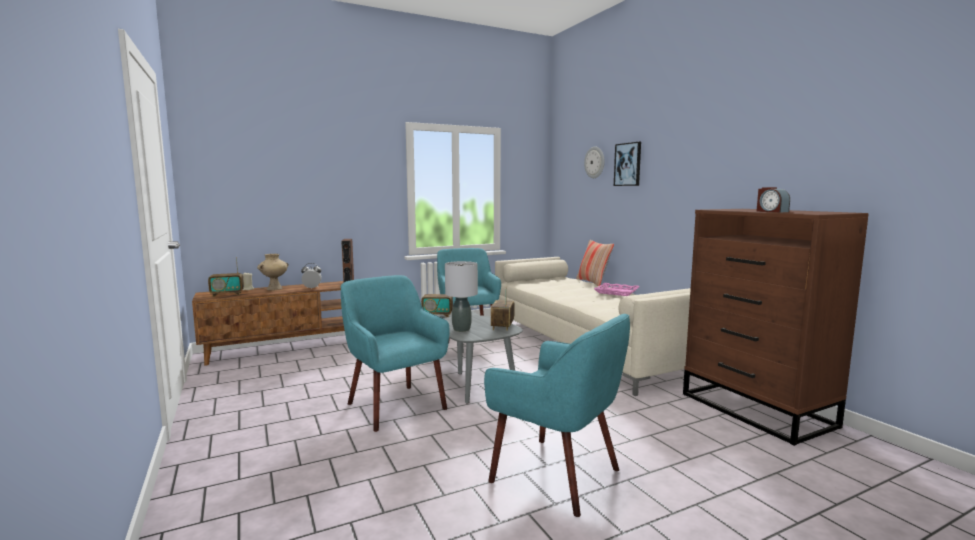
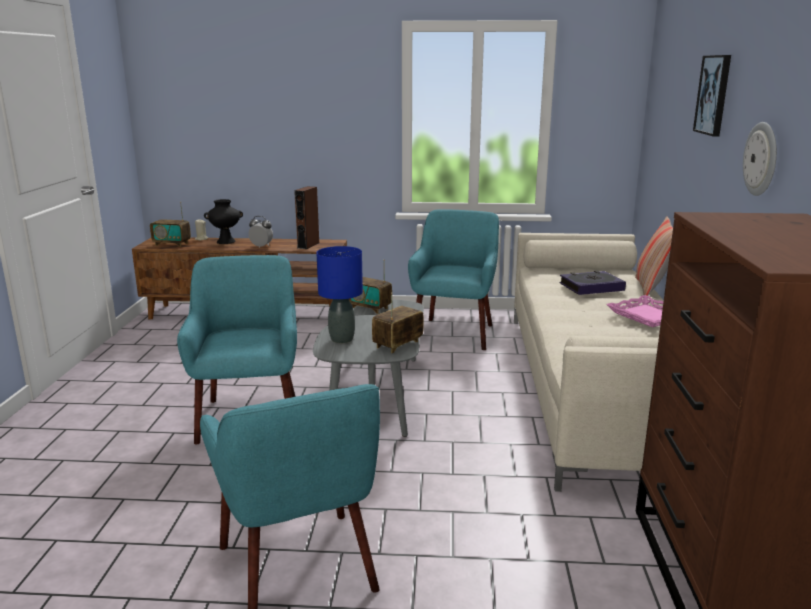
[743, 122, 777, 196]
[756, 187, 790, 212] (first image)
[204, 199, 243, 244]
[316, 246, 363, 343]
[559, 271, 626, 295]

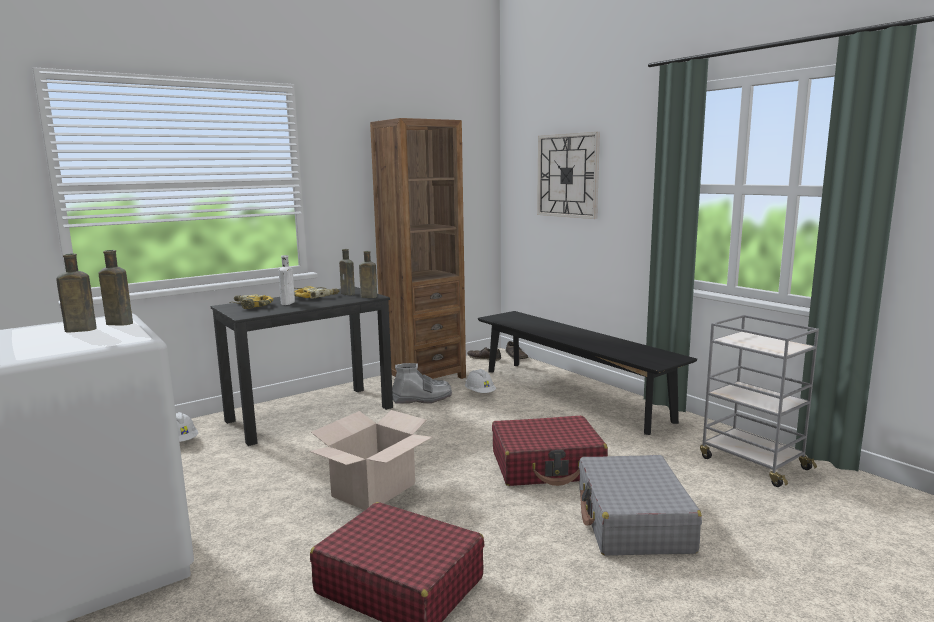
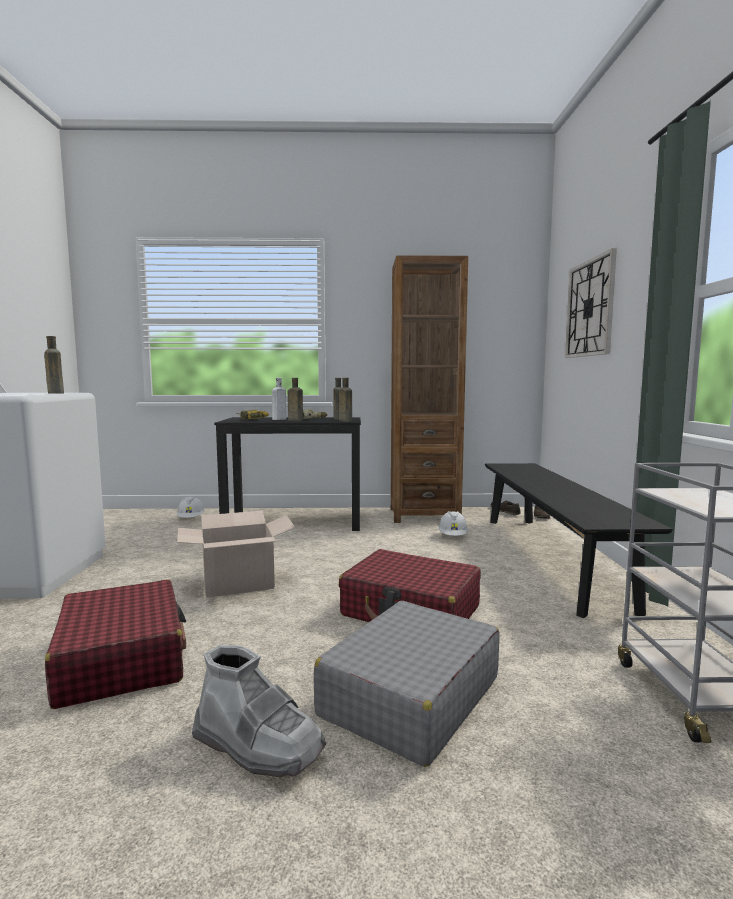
[288, 378, 303, 421]
[192, 645, 326, 778]

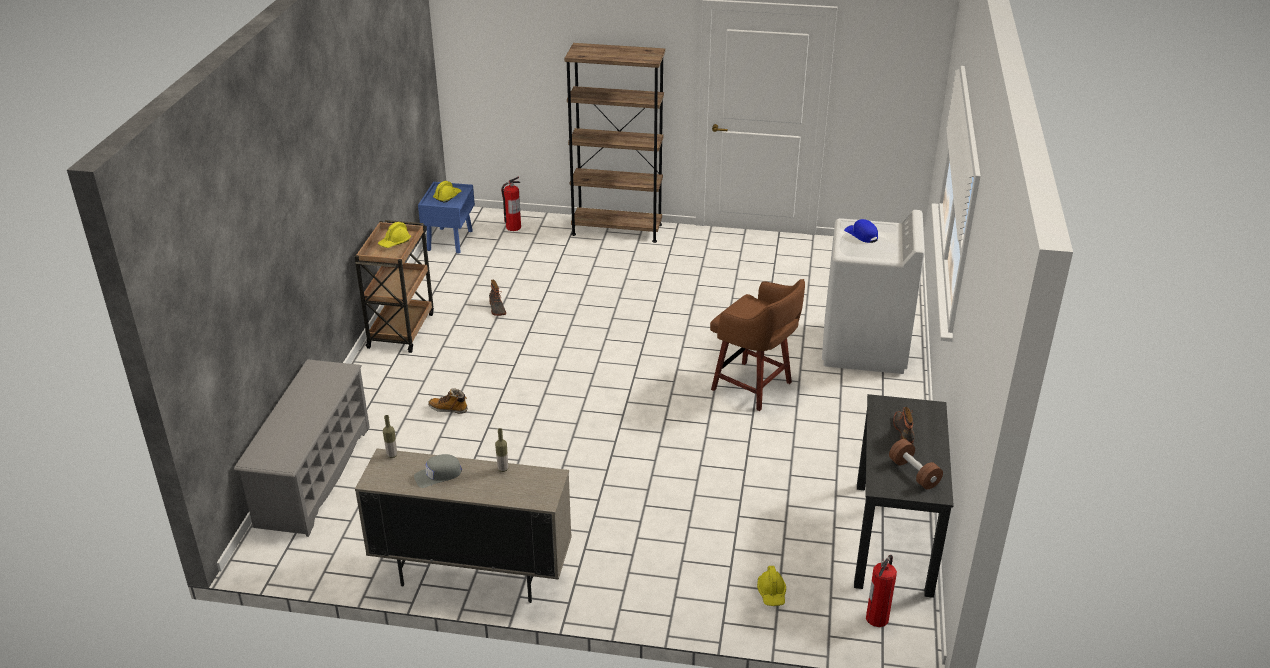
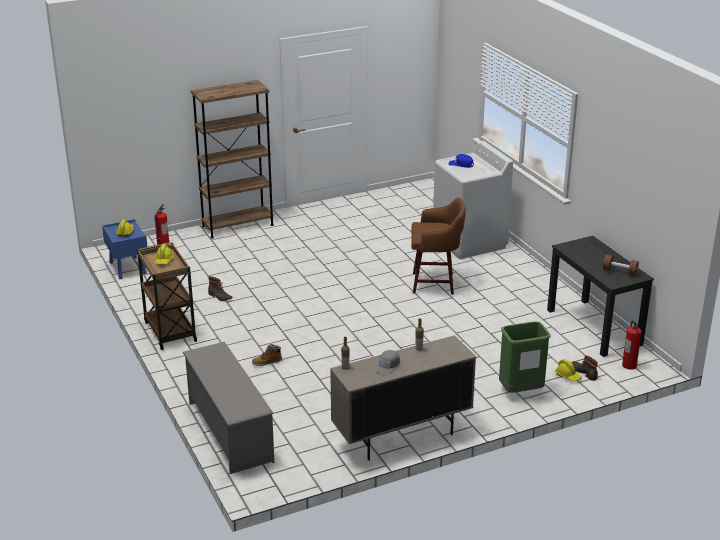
[572, 356, 598, 381]
[499, 322, 550, 393]

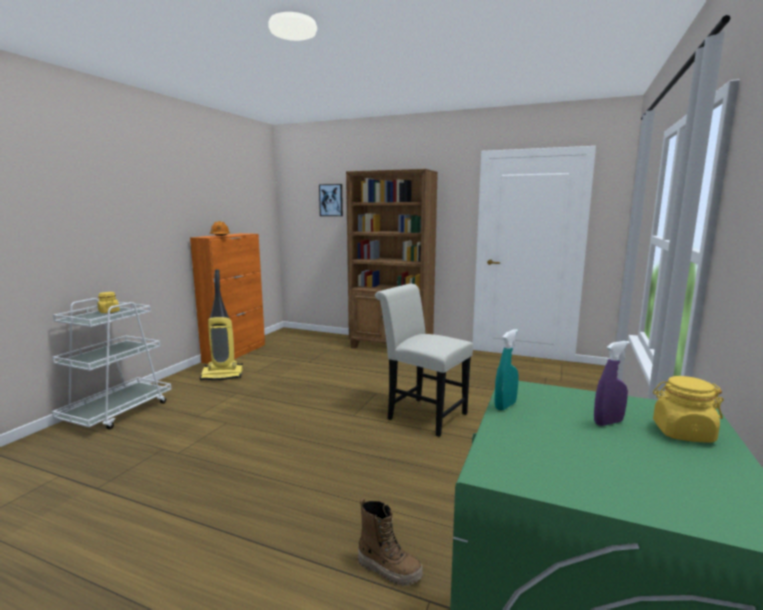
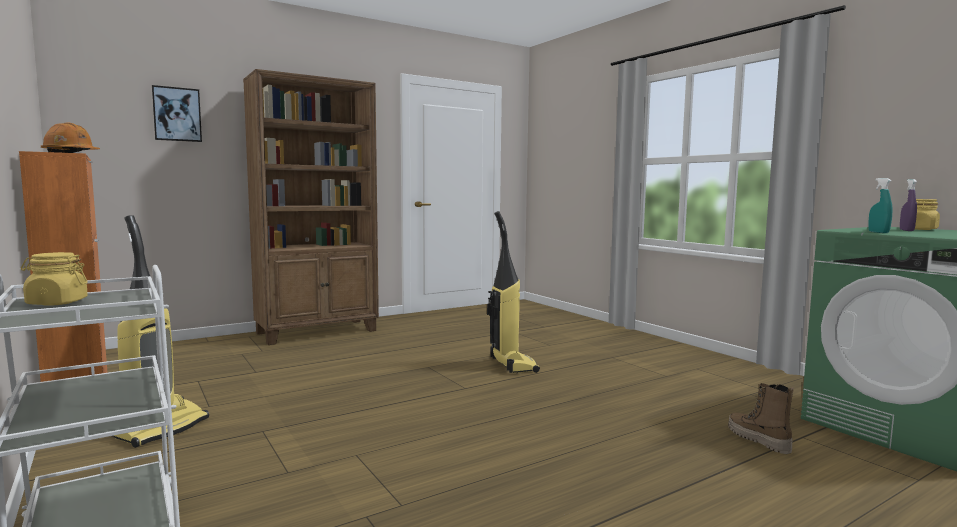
[487, 211, 540, 373]
[728, 383, 794, 454]

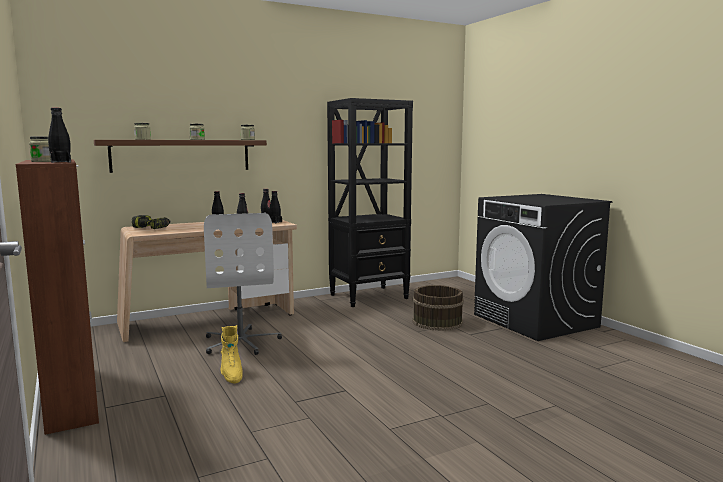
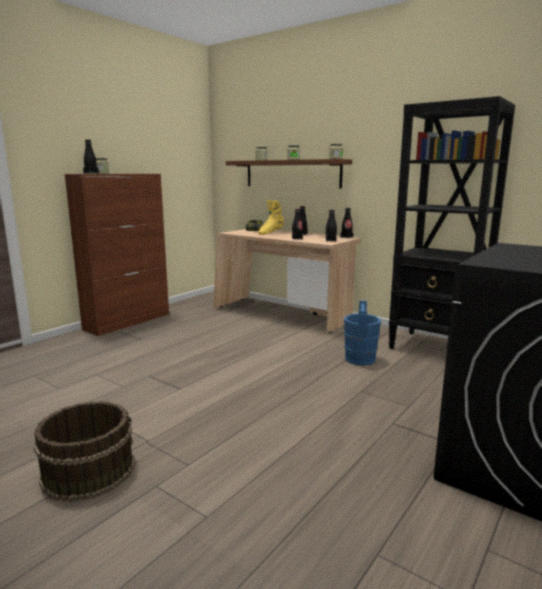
[204, 213, 282, 355] (first image)
[34, 401, 135, 502]
[258, 200, 284, 235]
[344, 301, 381, 366]

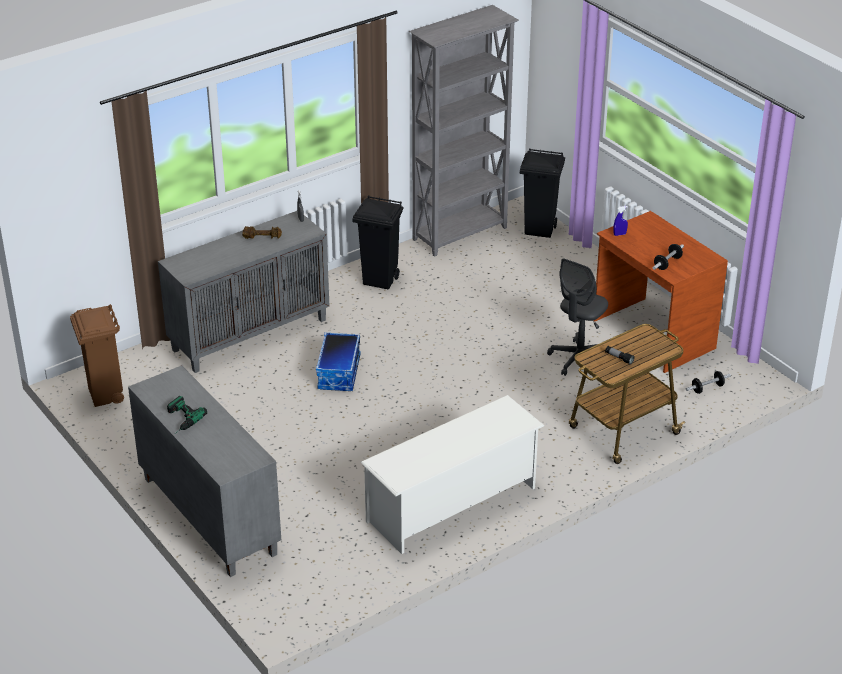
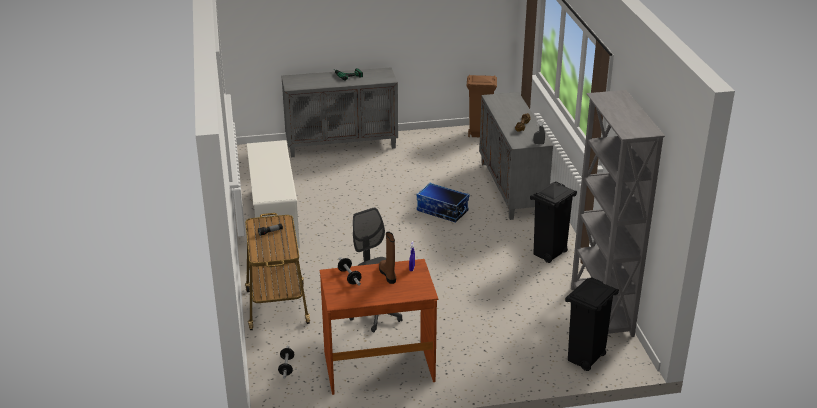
[379, 232, 396, 284]

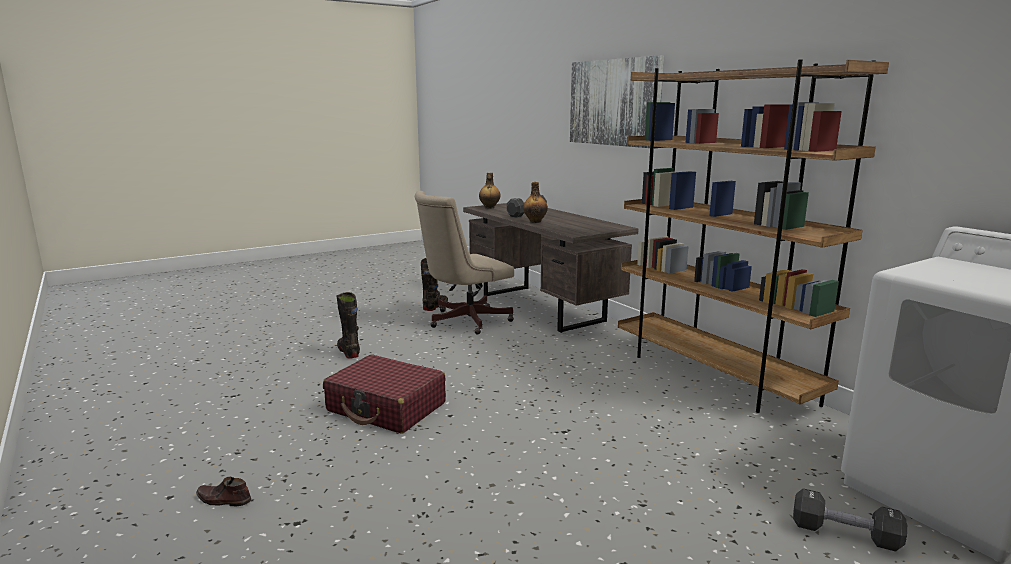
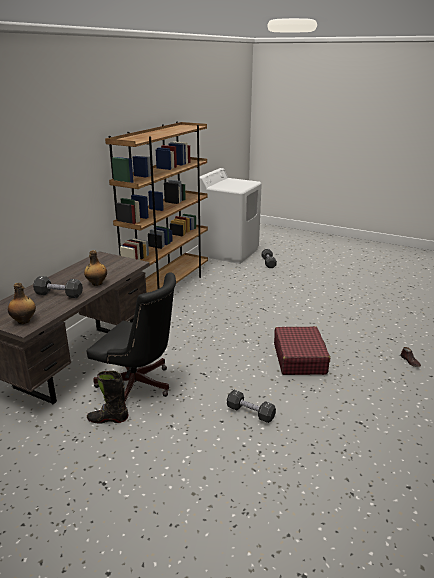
[570, 55, 664, 149] (first image)
[86, 272, 176, 401]
[227, 390, 276, 423]

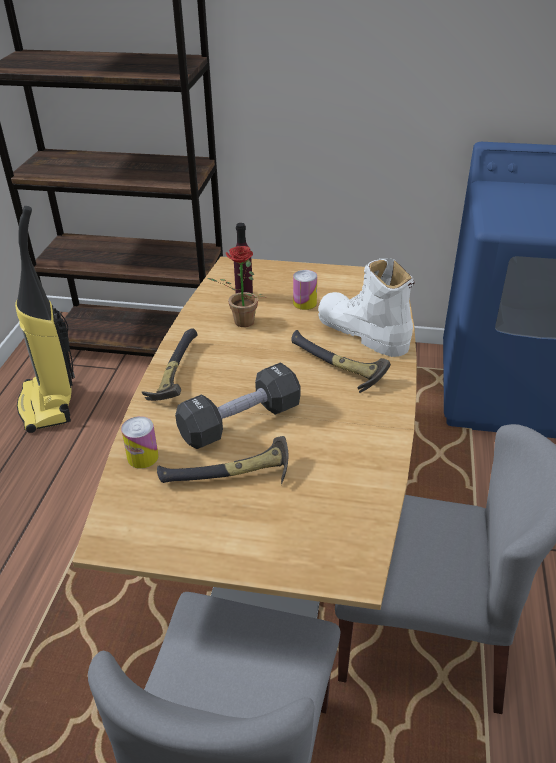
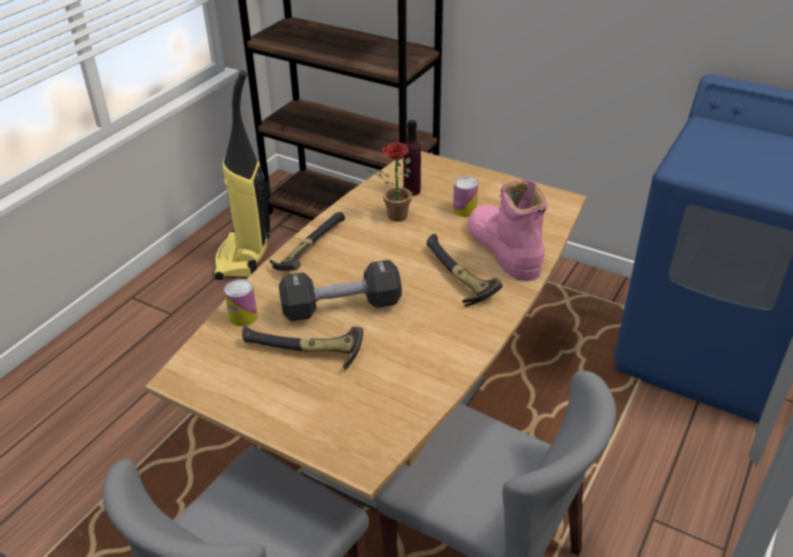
[468, 180, 548, 281]

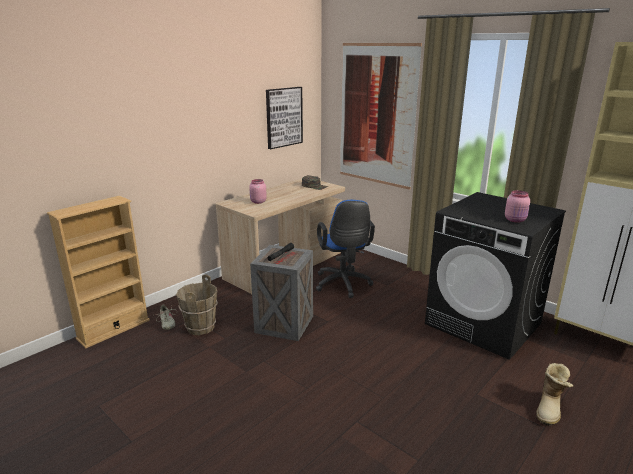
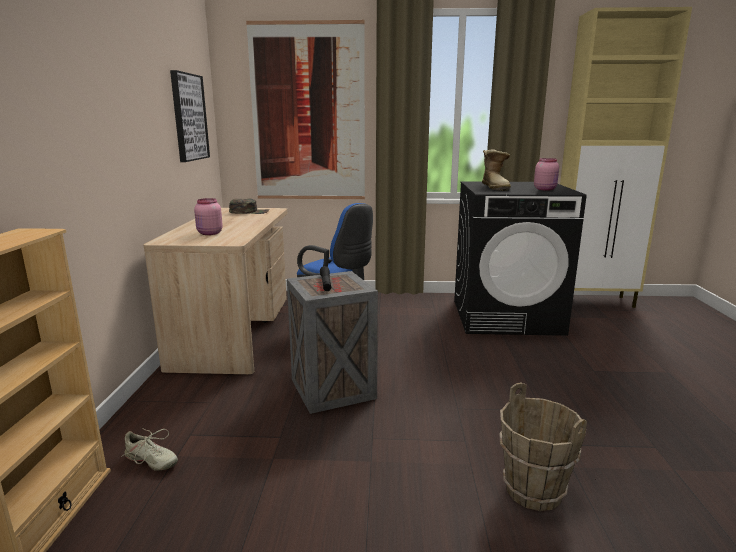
[499, 382, 587, 511]
[482, 149, 511, 191]

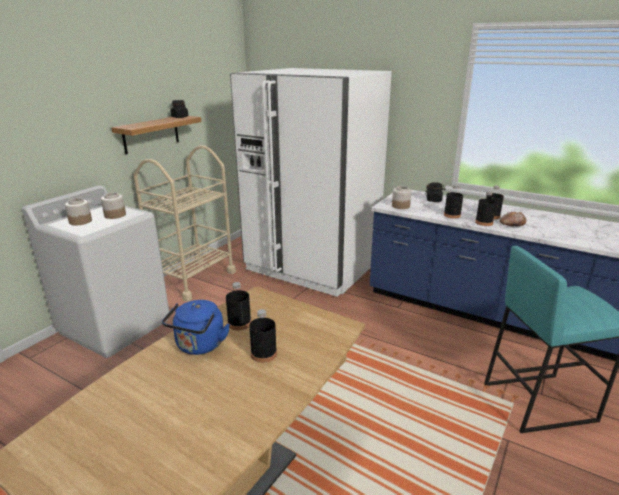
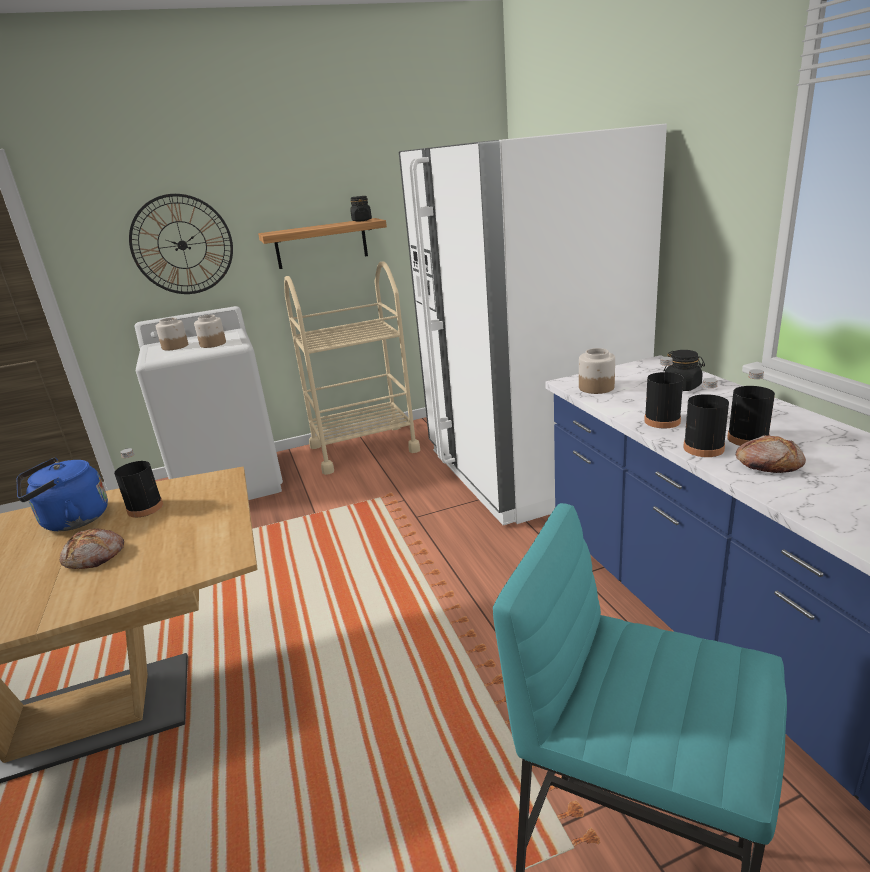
[60, 529, 124, 569]
[129, 194, 233, 294]

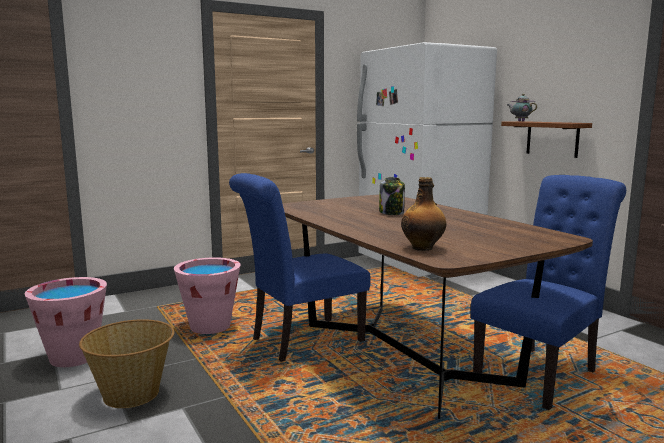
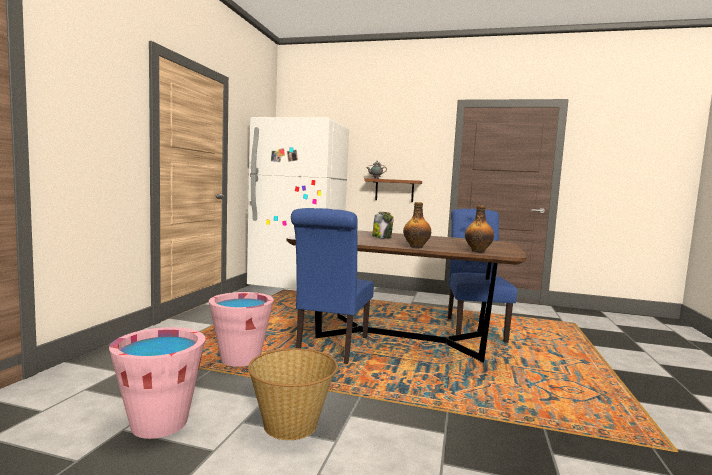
[403, 202, 431, 248]

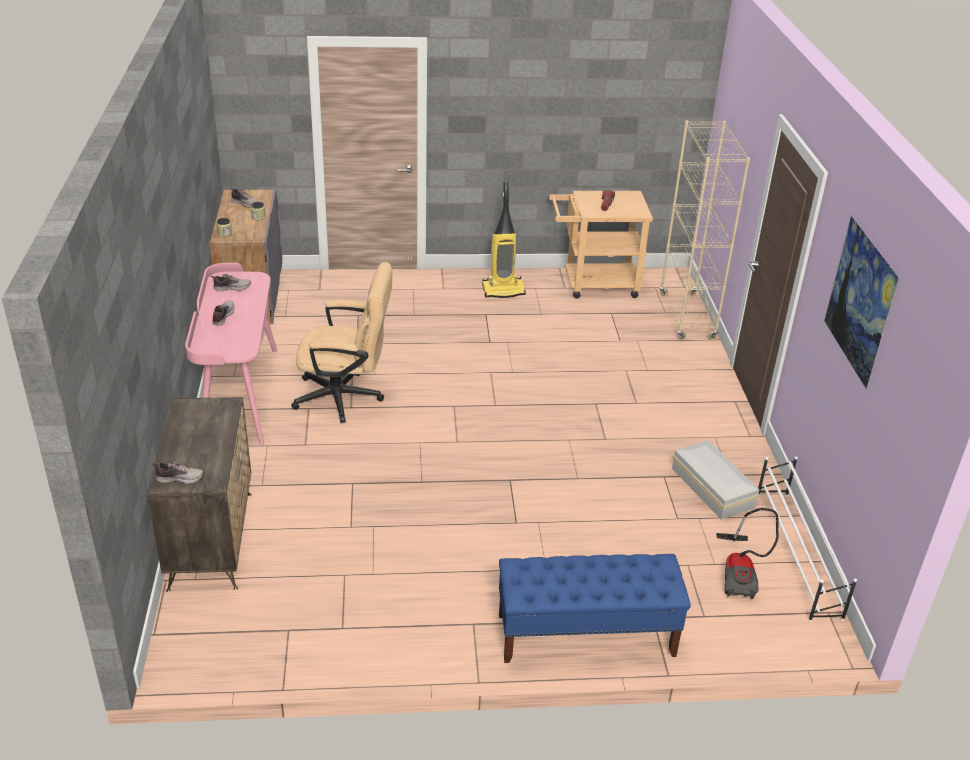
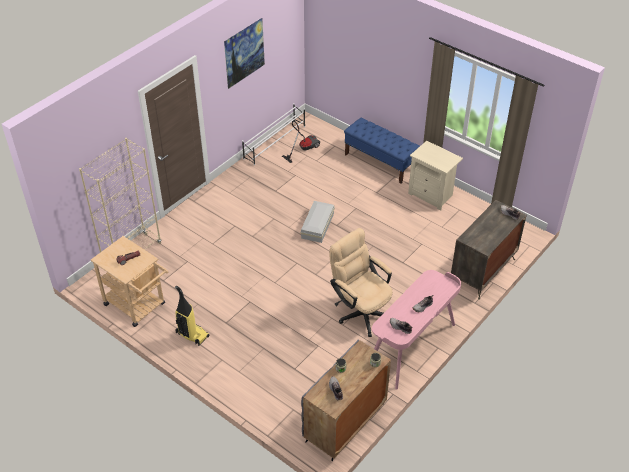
[301, 201, 335, 243]
[408, 141, 463, 211]

